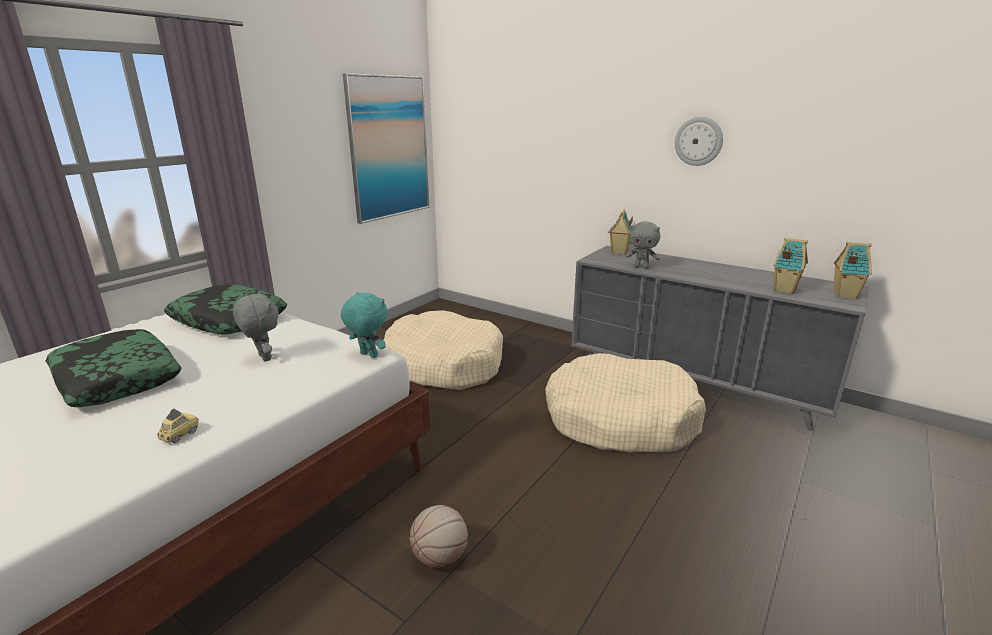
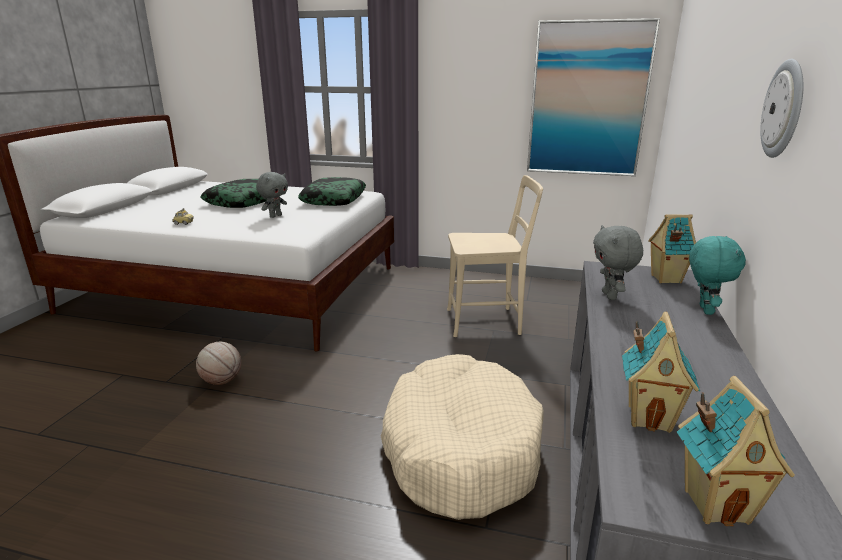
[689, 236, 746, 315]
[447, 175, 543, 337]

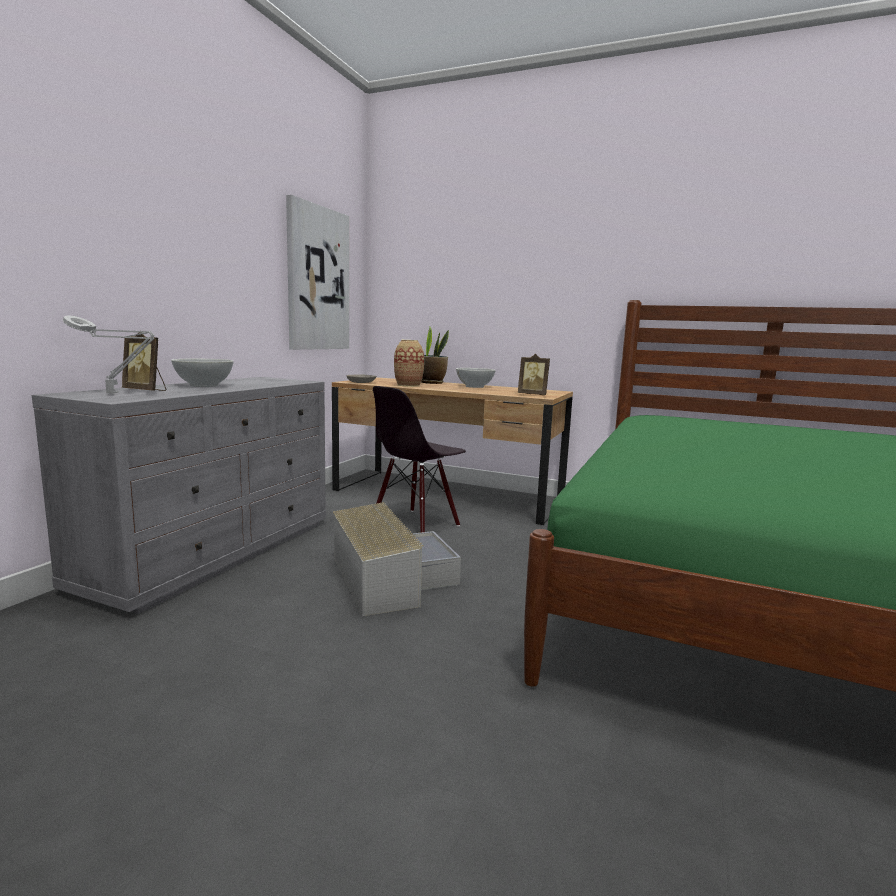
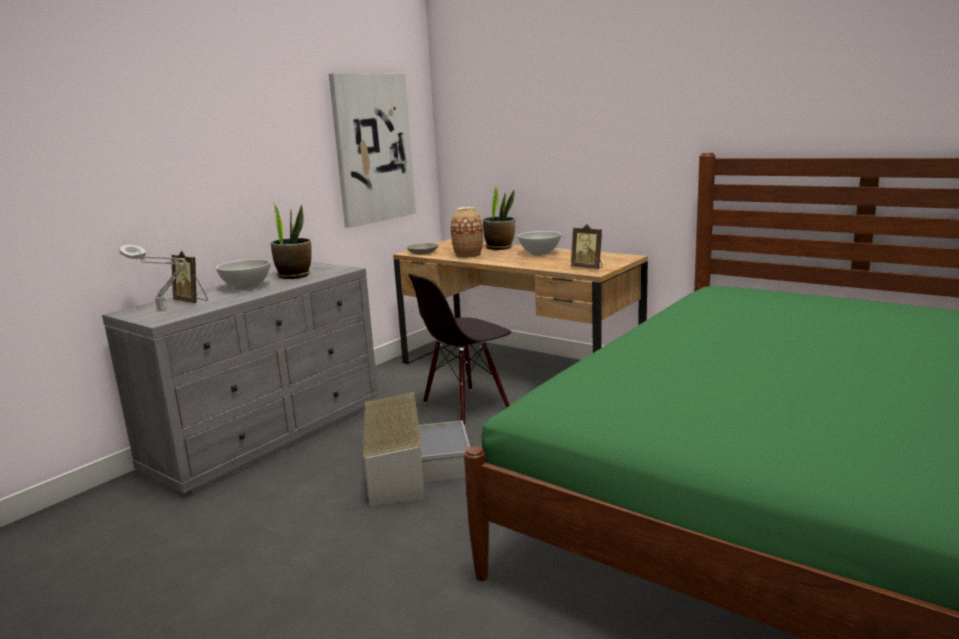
[271, 202, 312, 279]

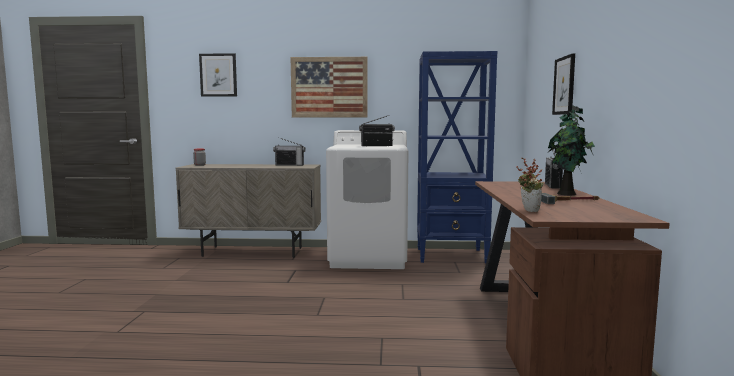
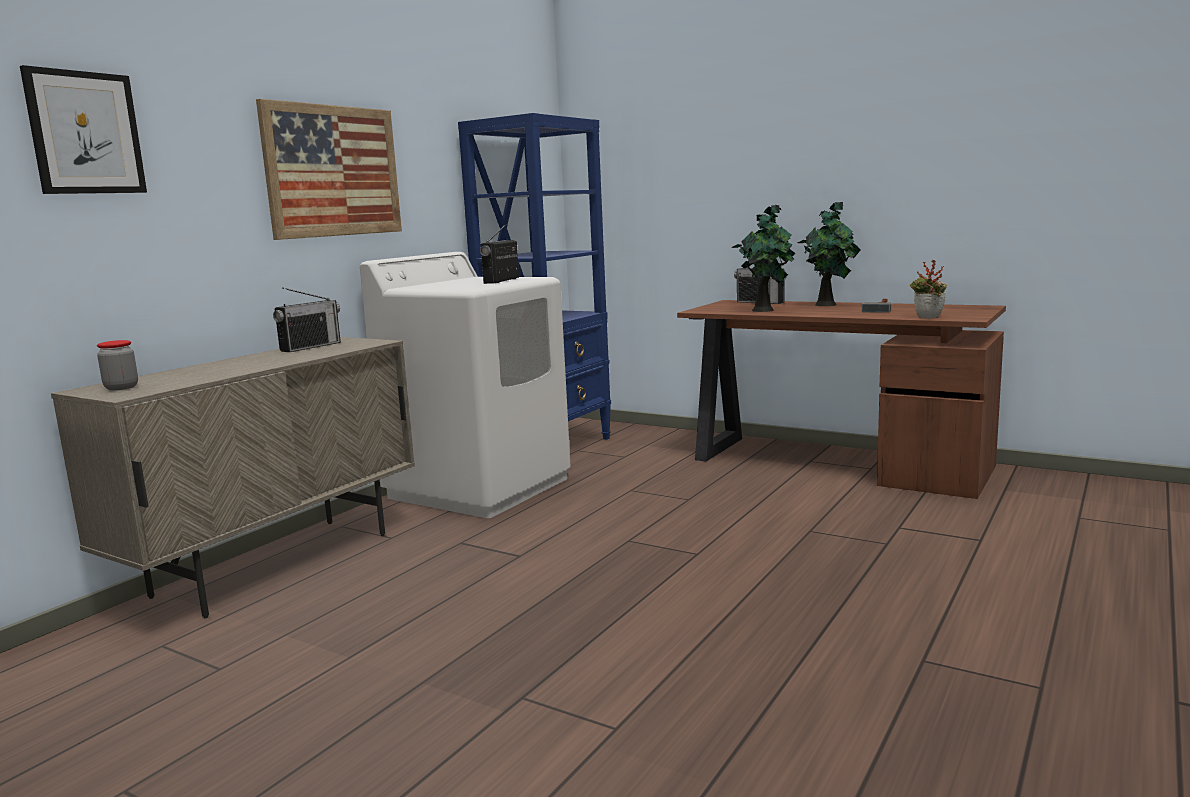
[552, 53, 575, 115] (first image)
[731, 204, 795, 312]

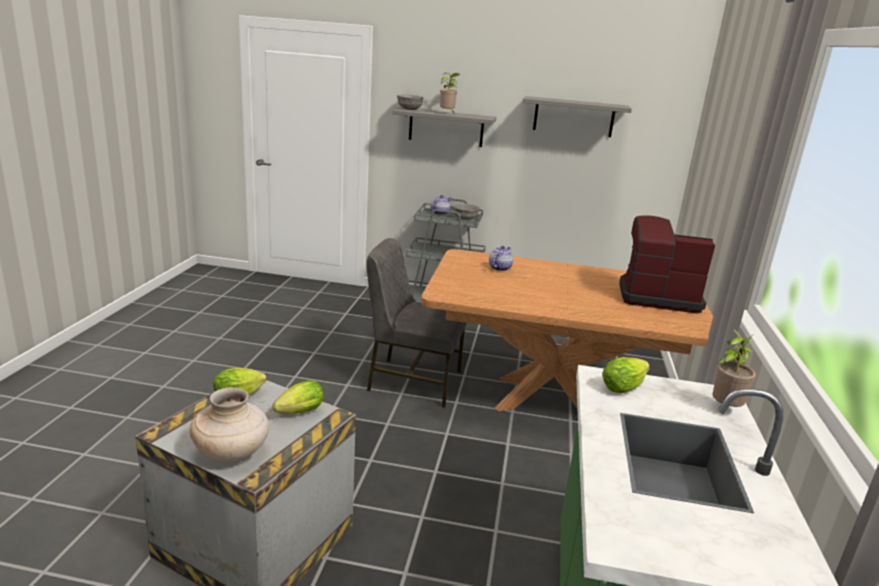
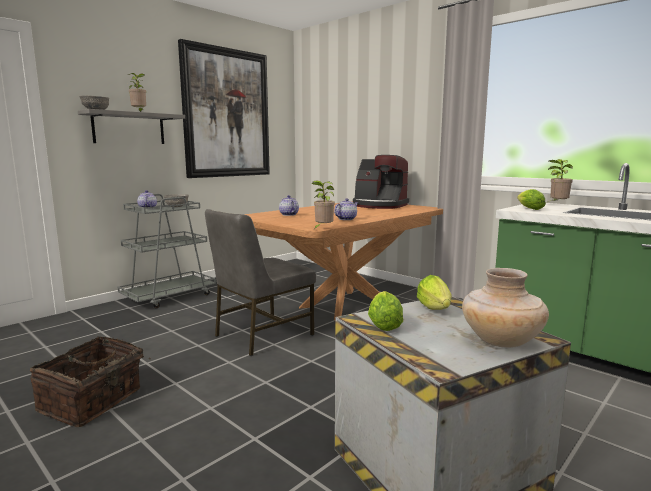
[178, 39, 270, 178]
[353, 155, 409, 209]
[311, 181, 335, 229]
[334, 198, 358, 220]
[30, 337, 151, 427]

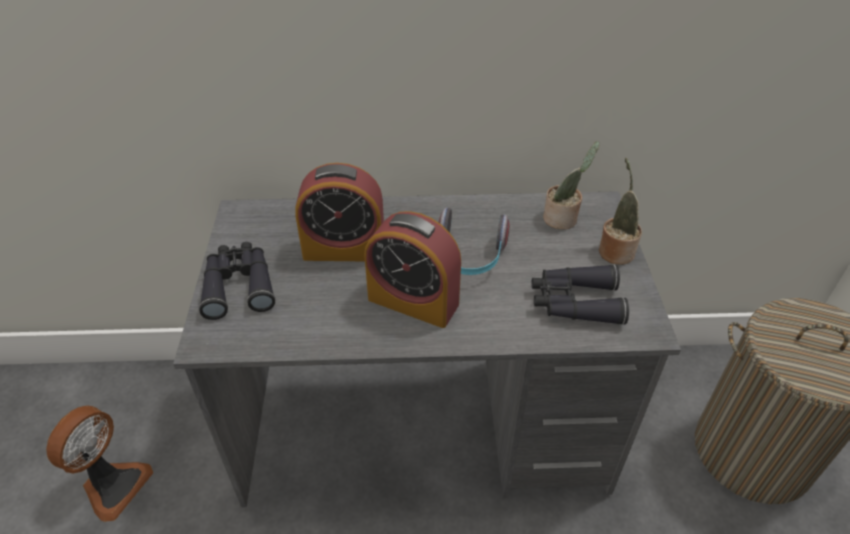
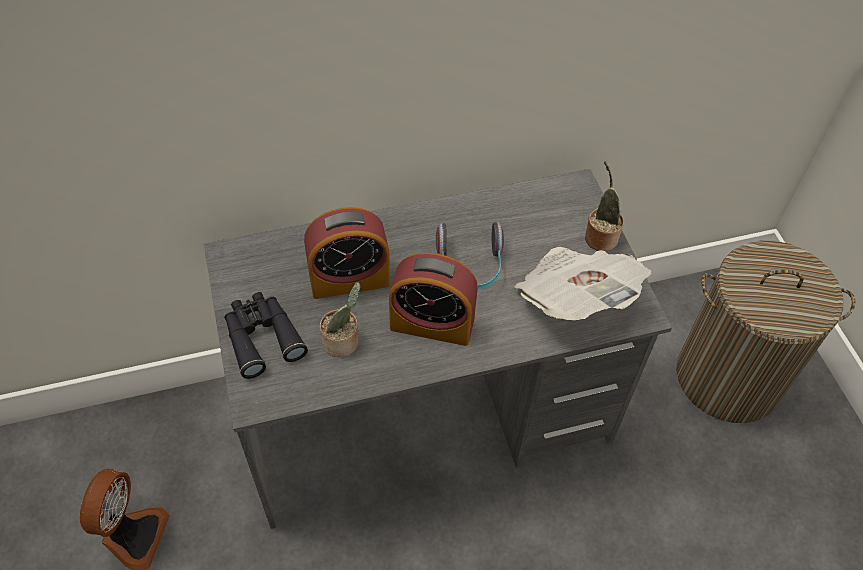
[320, 282, 360, 357]
[514, 247, 651, 320]

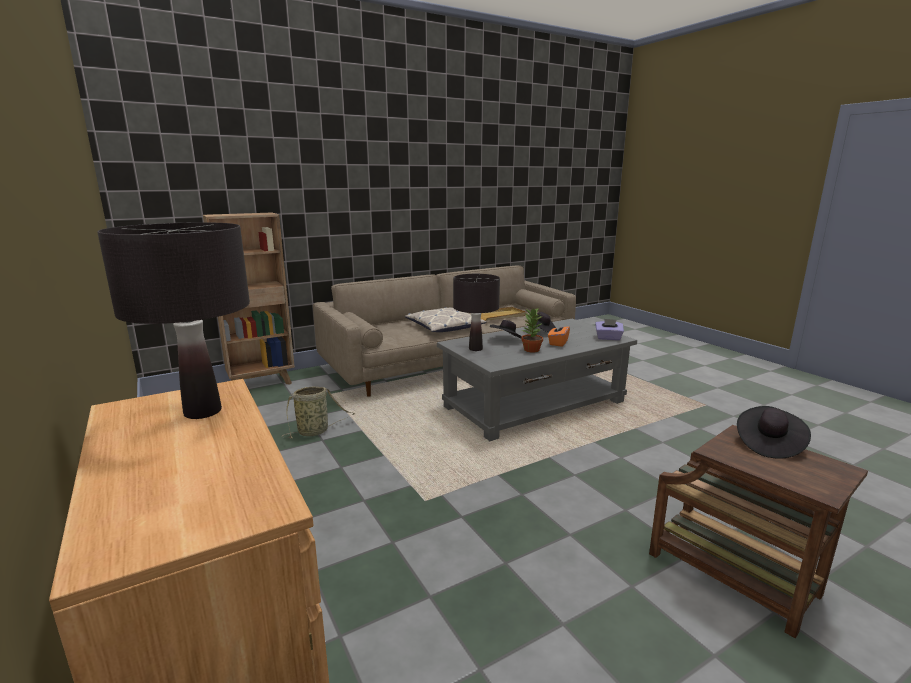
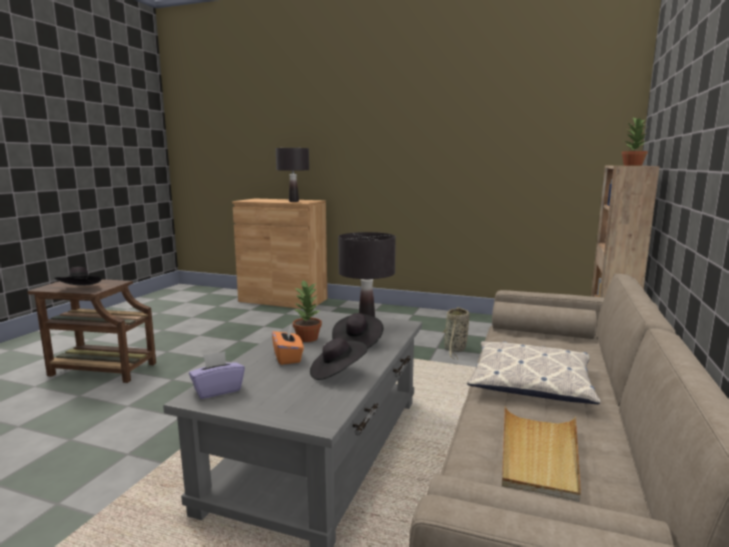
[621, 117, 649, 166]

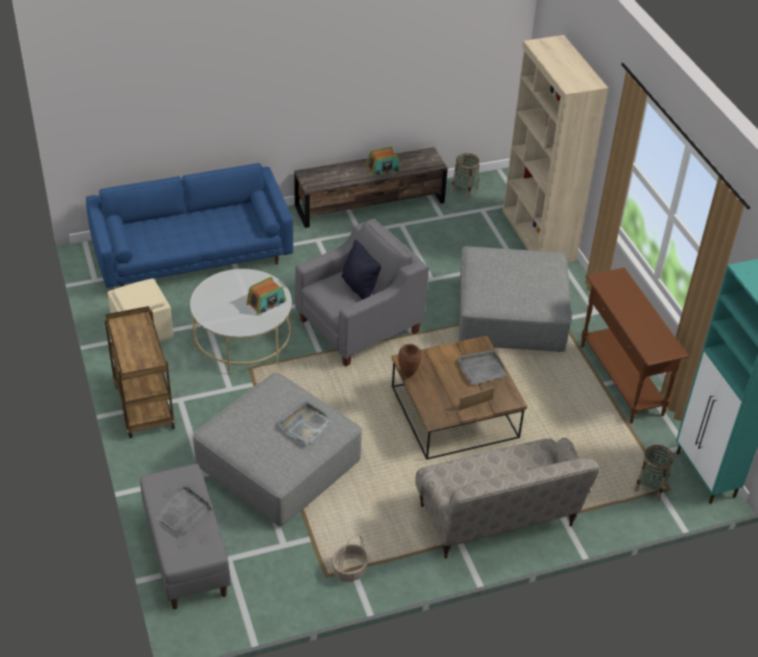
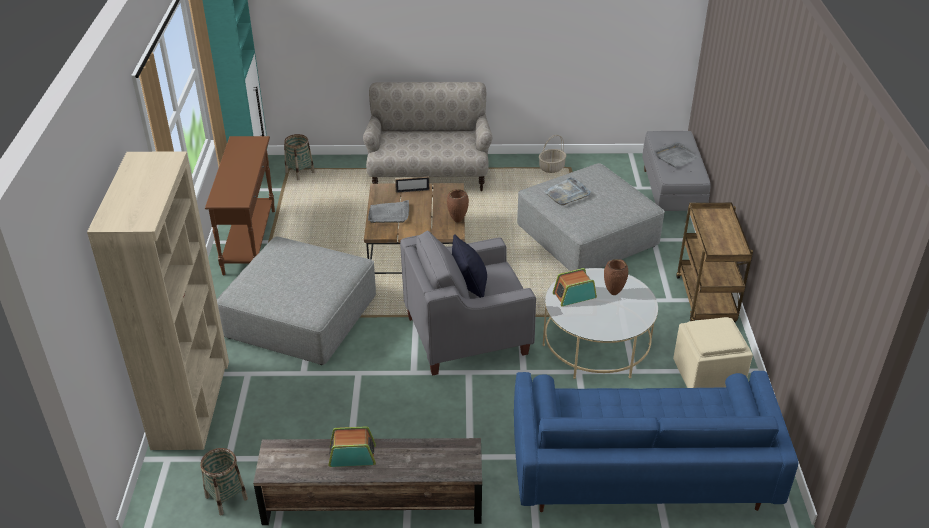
[604, 259, 628, 295]

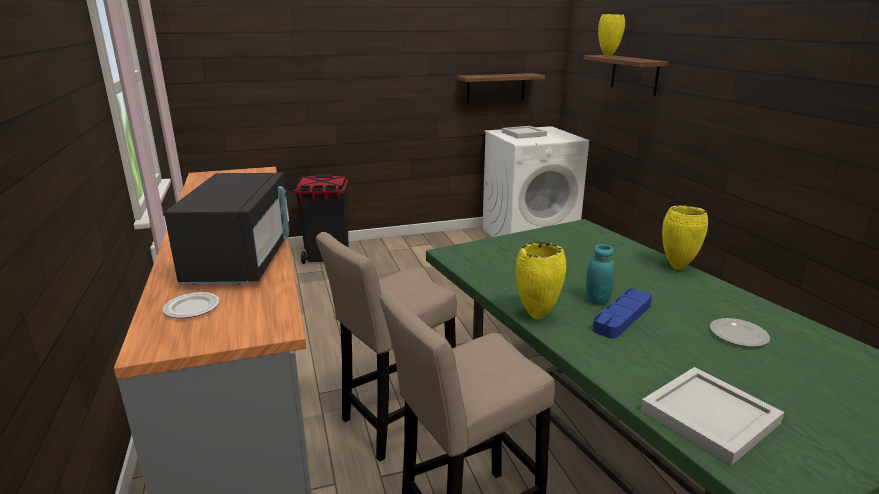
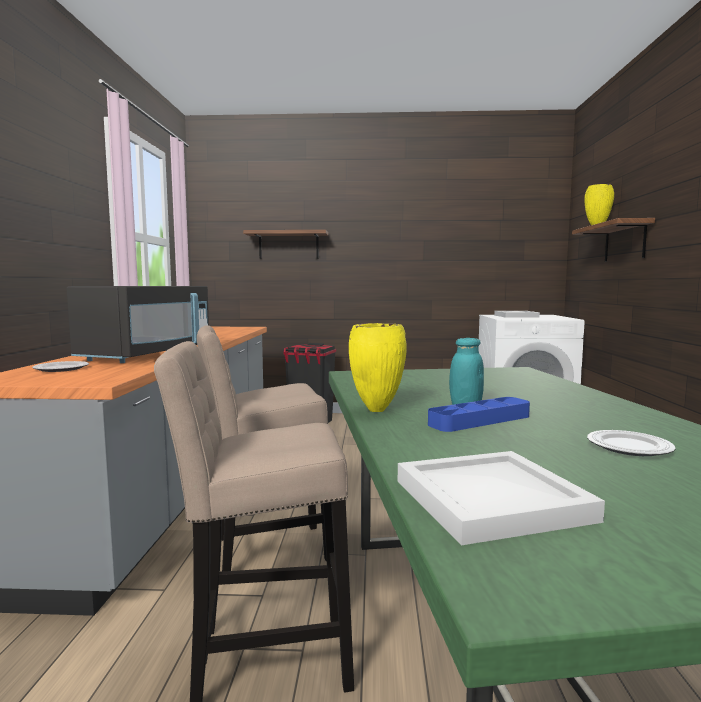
[243, 230, 328, 259]
[662, 205, 708, 270] (first image)

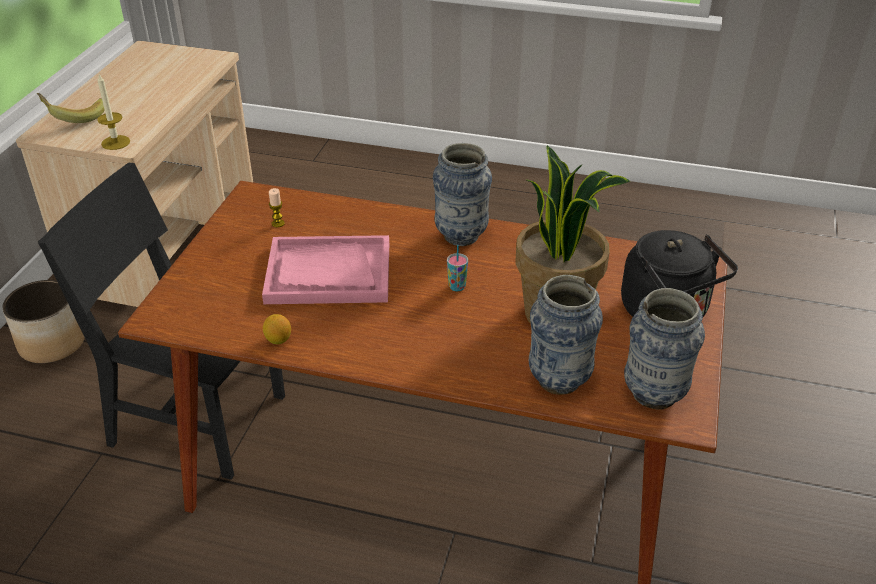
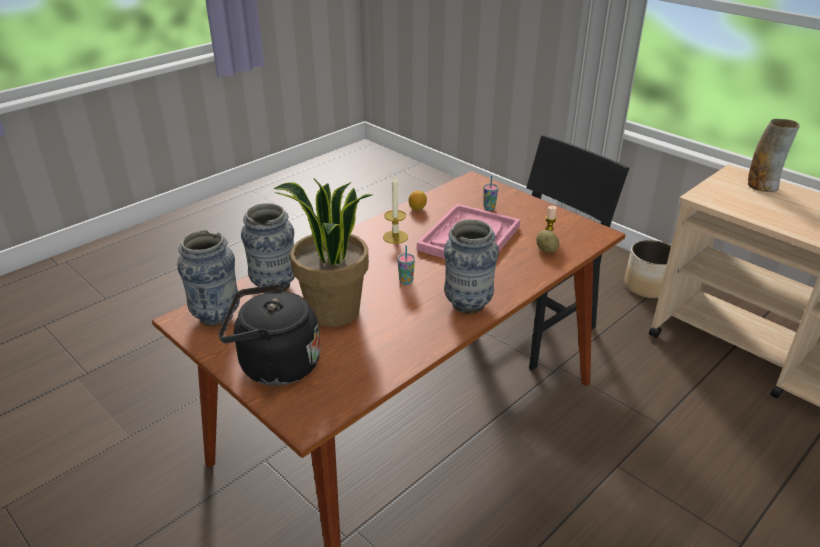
[383, 176, 408, 244]
[748, 119, 800, 192]
[483, 176, 498, 210]
[536, 230, 559, 252]

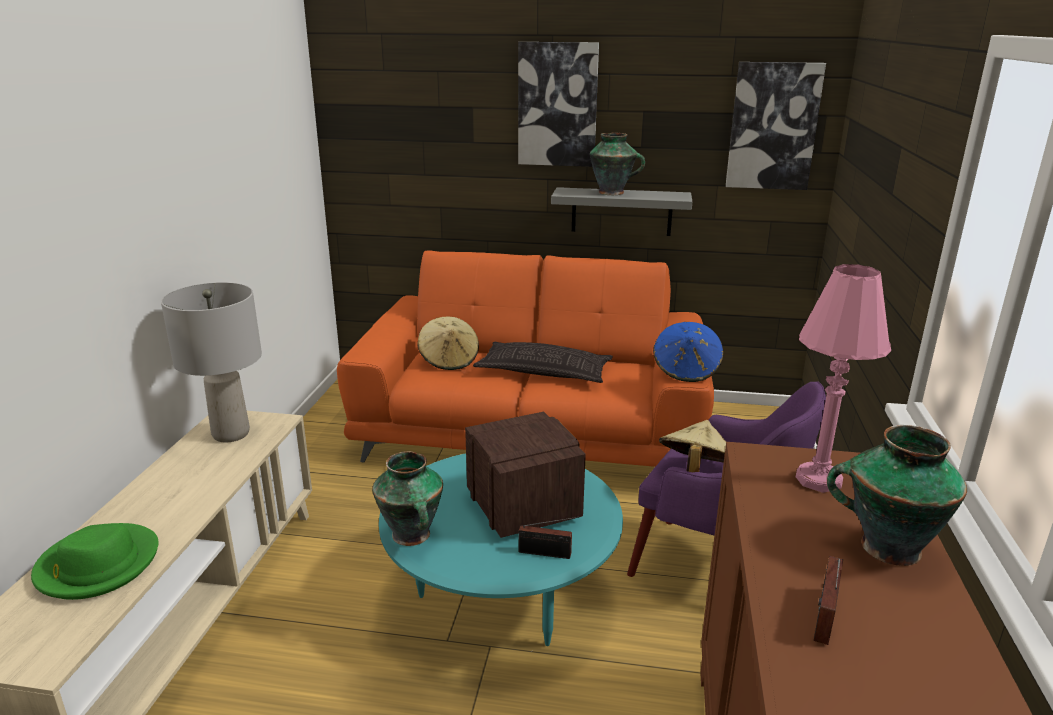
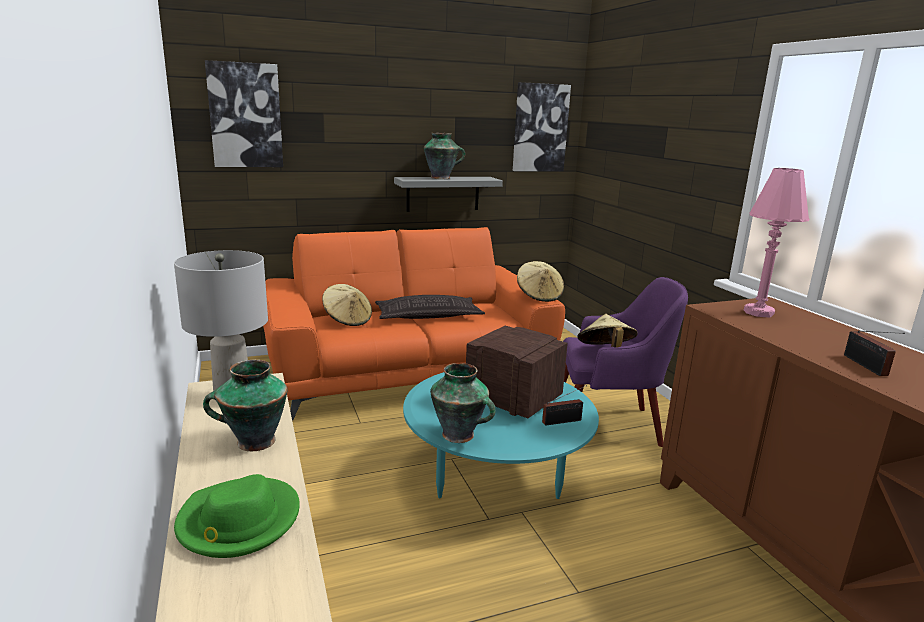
[205, 60, 283, 167]
[517, 261, 564, 302]
[203, 360, 287, 451]

